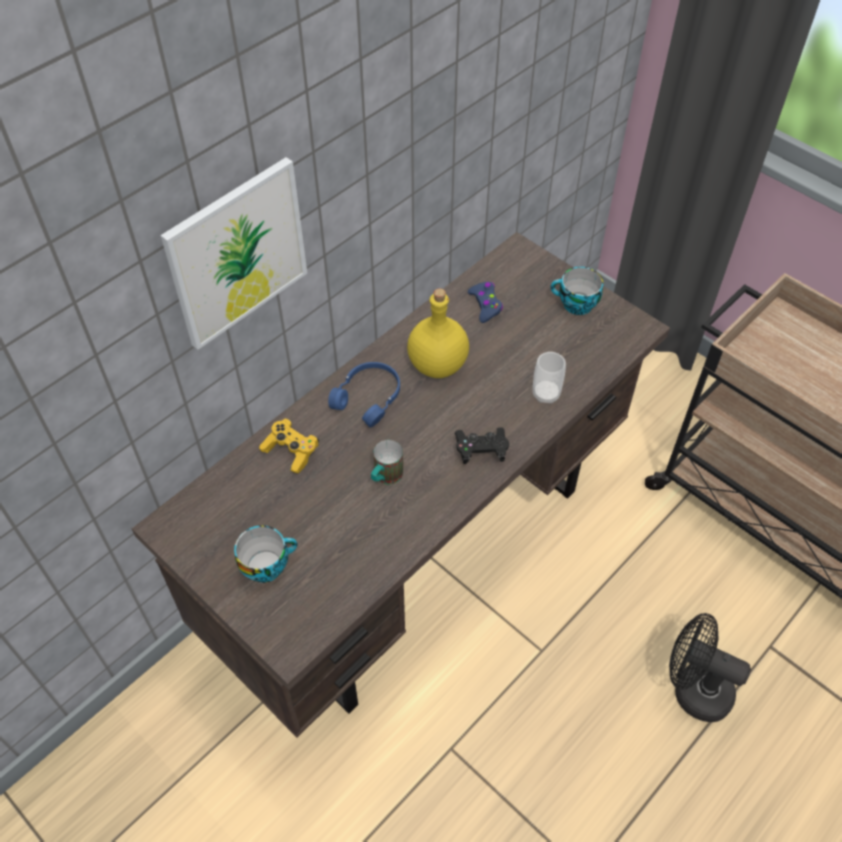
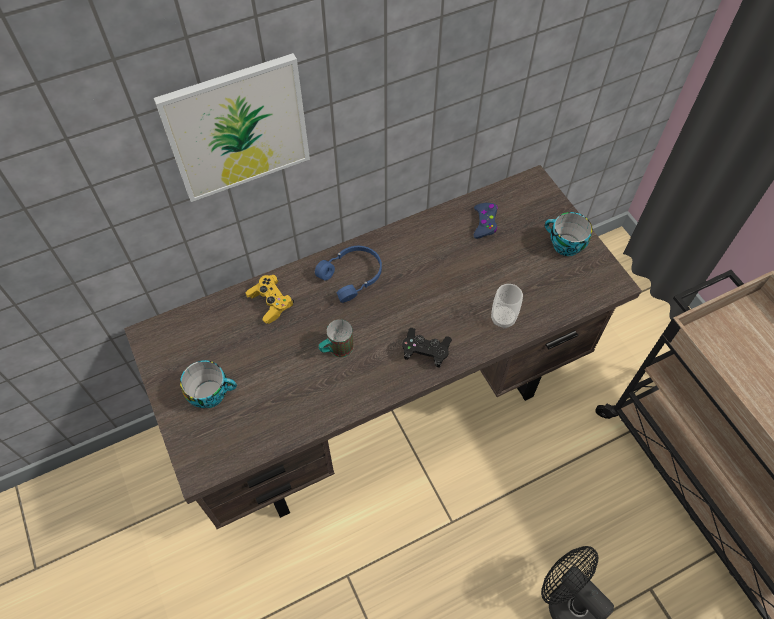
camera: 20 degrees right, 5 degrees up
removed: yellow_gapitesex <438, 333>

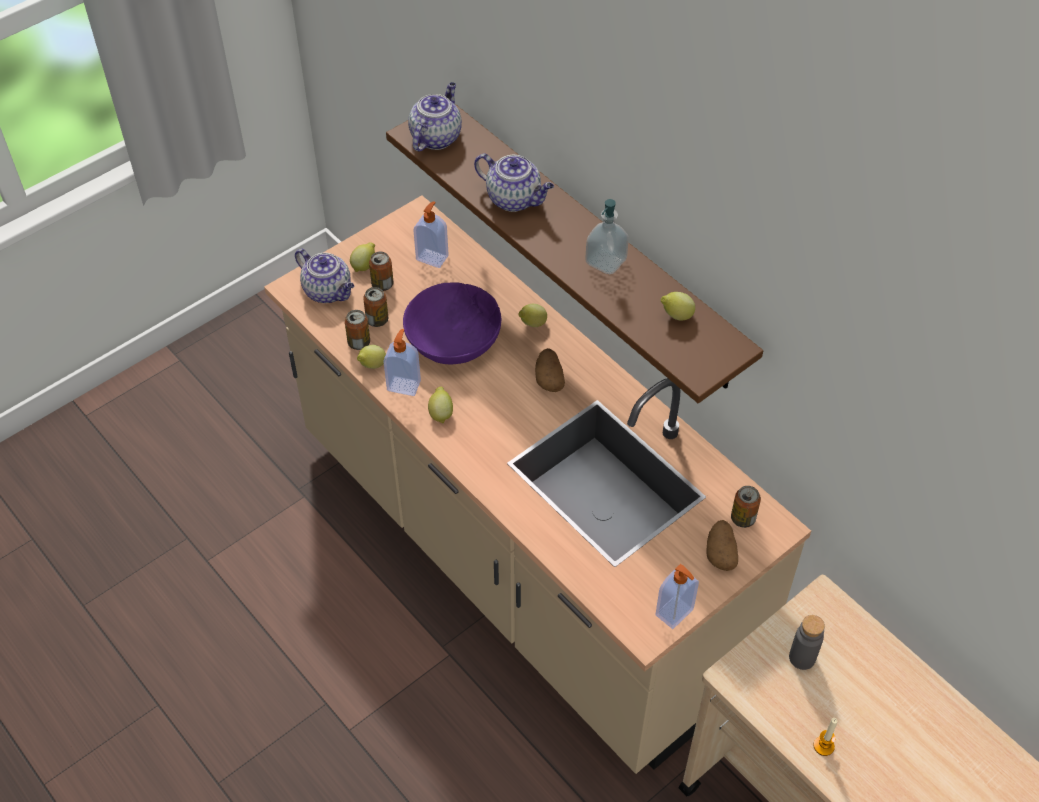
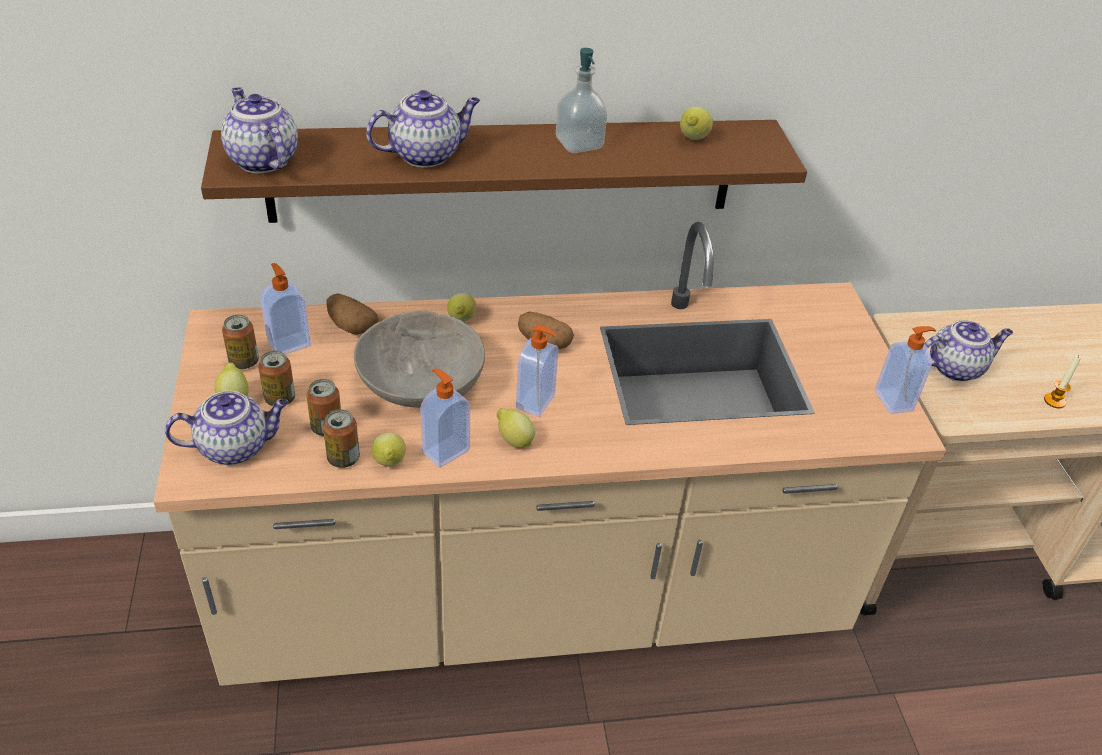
camera: 60 degrees left, 10 degrees down
added: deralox <537, 371>
moved: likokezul <746, 507> to <240, 342>; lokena <722, 545> to <353, 314>
replaced: grey_gapitesex <807, 642> to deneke <968, 351>
recoloured: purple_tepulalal <452, 323> to grey_tepulalal <419, 359>

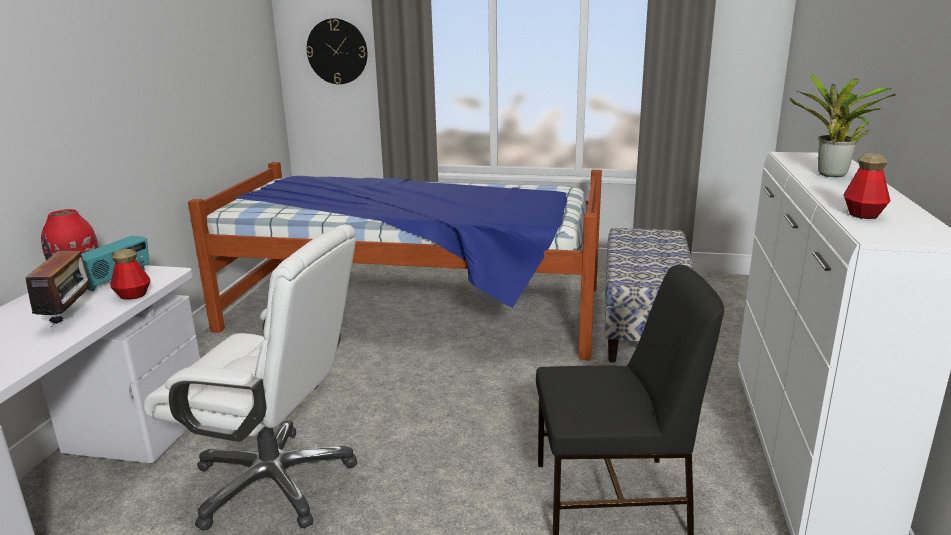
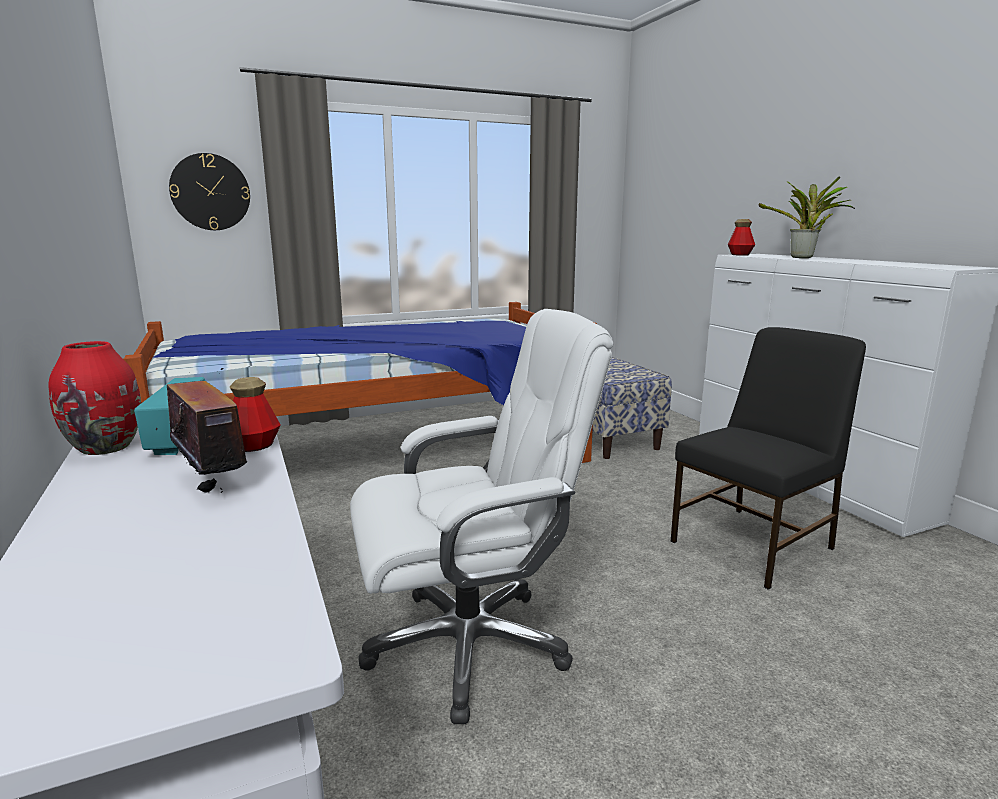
camera: 35 degrees left, 5 degrees down
moved: gapitesex <866, 186> to <741, 237>

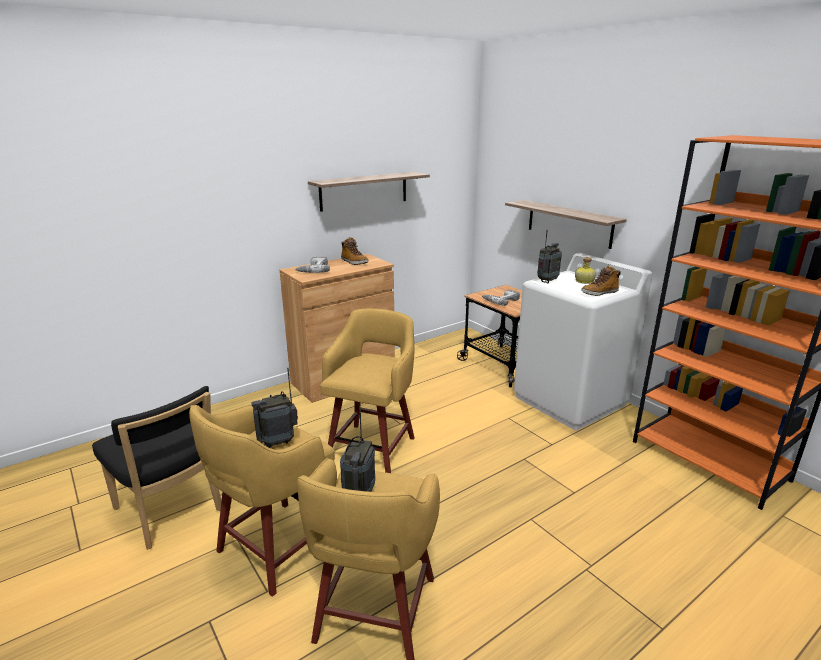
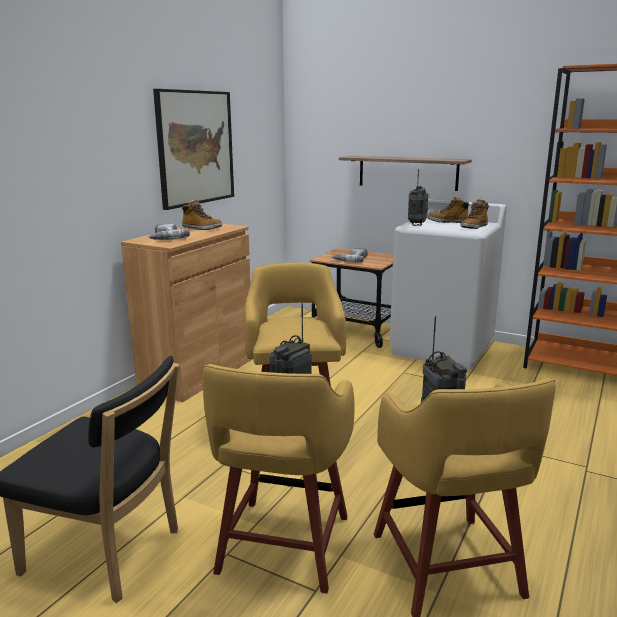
camera: 25 degrees left, 5 degrees down
replaced: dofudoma <369, 192> to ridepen <193, 149>; gapitesex <585, 270> to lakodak <448, 209>

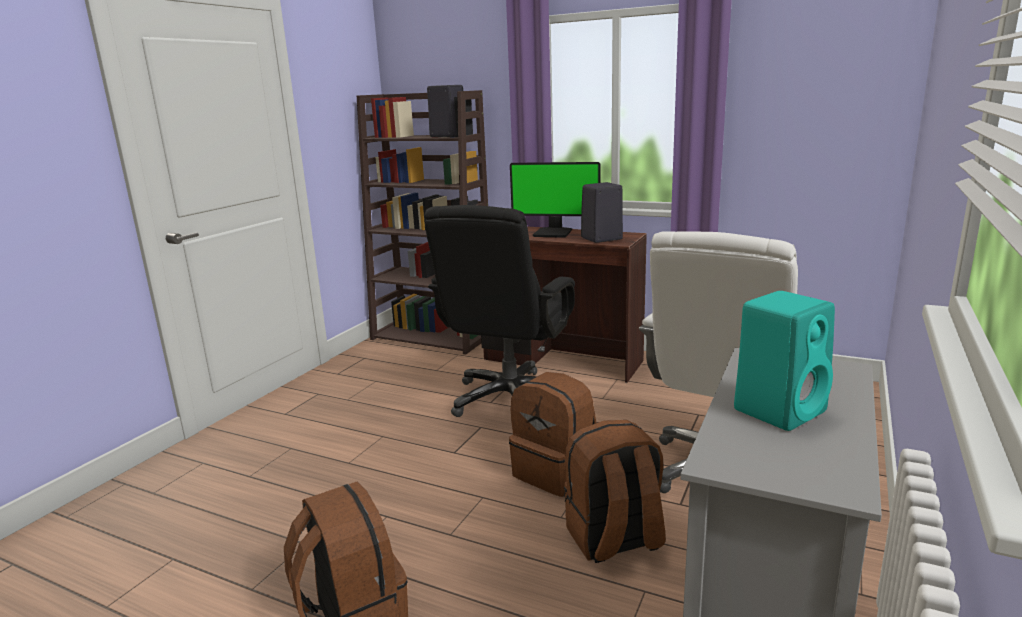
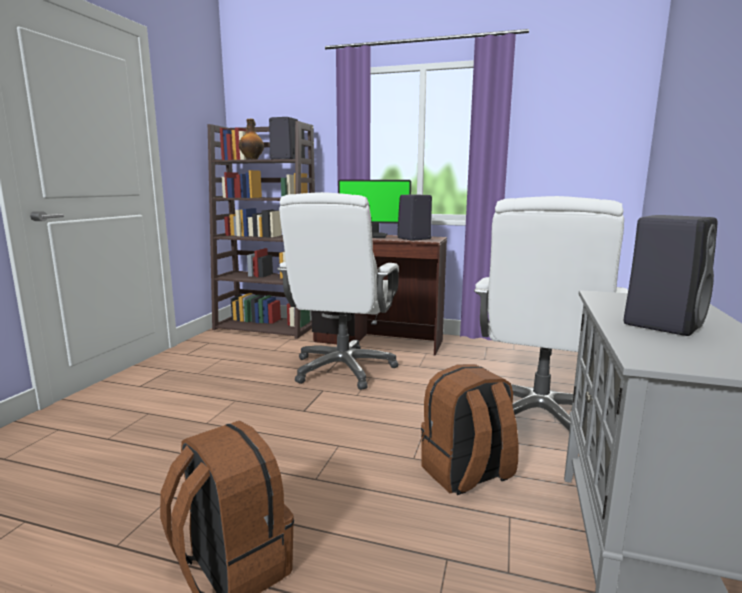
camera: 10 degrees left, 5 degrees down
removed: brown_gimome <553, 434>
added: gapitesex <251, 139>
recoloured: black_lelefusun <499, 311> to white_lelefusun <338, 291>; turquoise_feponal <784, 361> to black_feponal <670, 275>

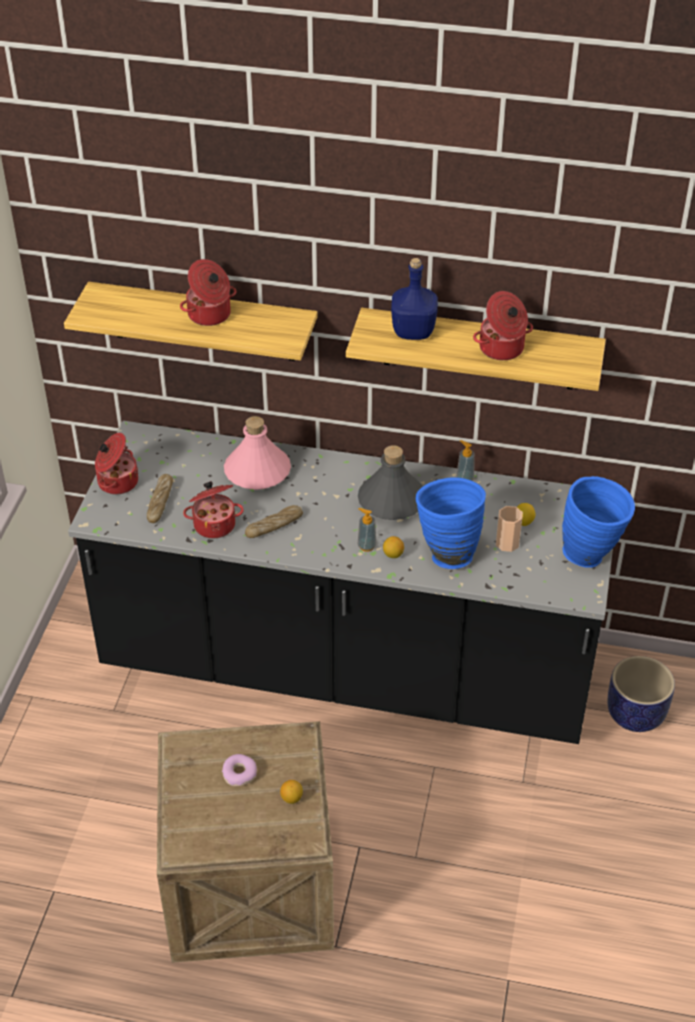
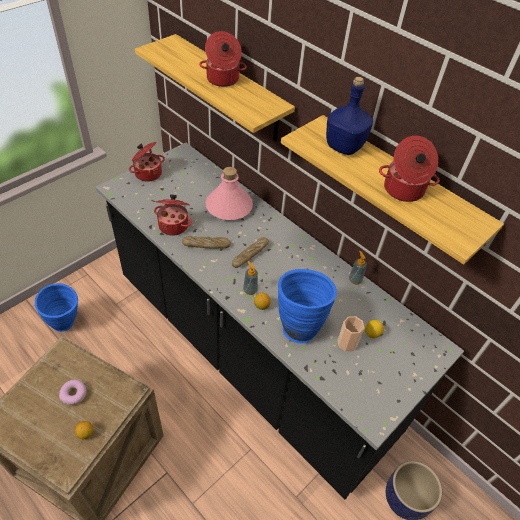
camera: 30 degrees right, 5 degrees up
removed: grey_gapitesex <390, 482>
moved: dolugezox <160, 498> to <250, 252>; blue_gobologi <598, 522> to <56, 307>

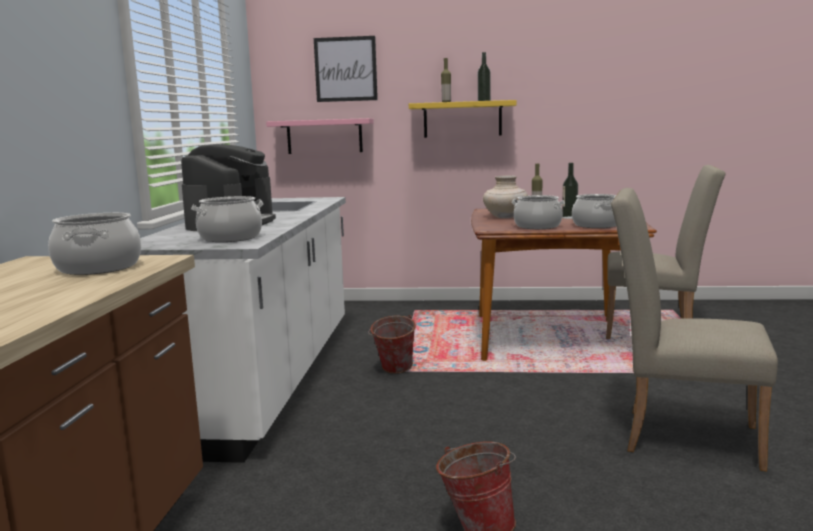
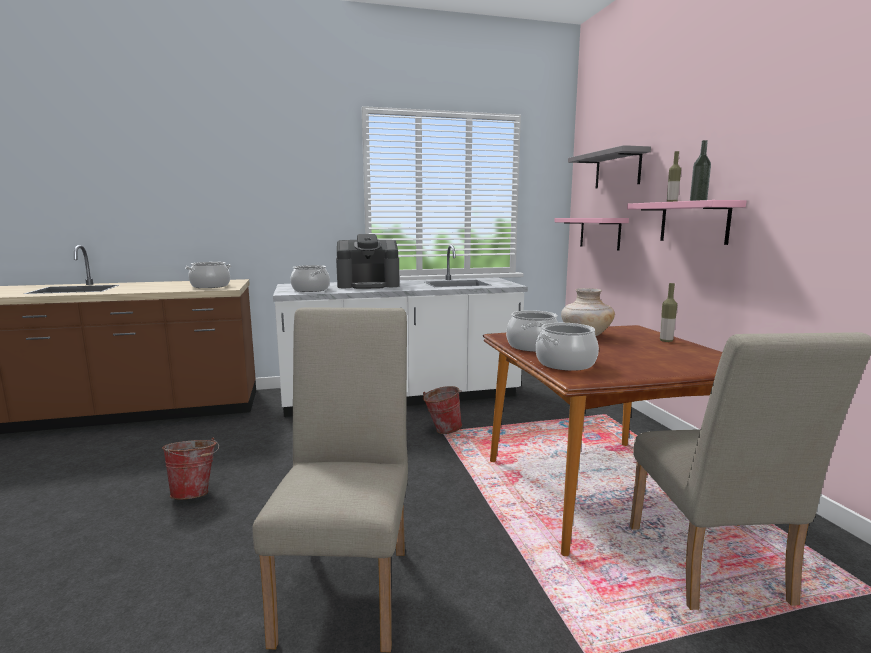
camera: 70 degrees right, 0 degrees up
removed: gapitesex <570, 191>
replaced: ridepen <346, 69> to grey_dofudoma <609, 167>
recoloured: yellow_dofudoma <463, 119> to pink_dofudoma <687, 222>

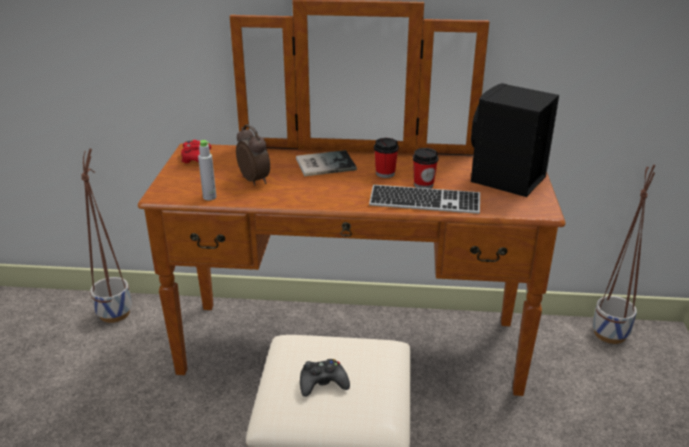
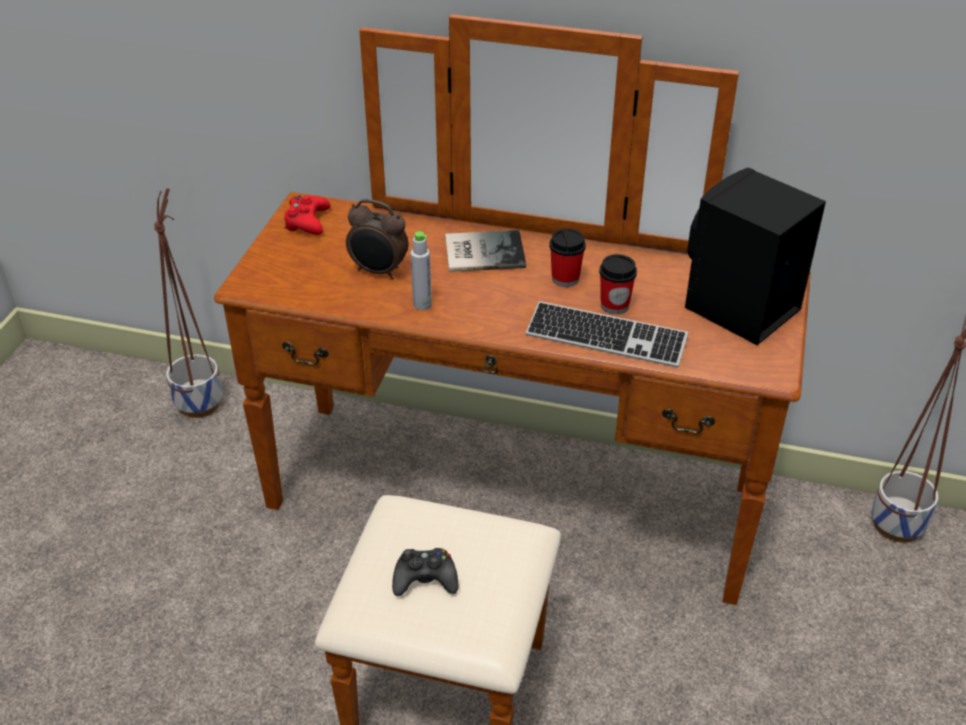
camera: 10 degrees right, 10 degrees up
moved: grey_gapitesex <207, 170> to <421, 270>
turned: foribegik <253, 155> = <377, 239> 135 degrees clockwise

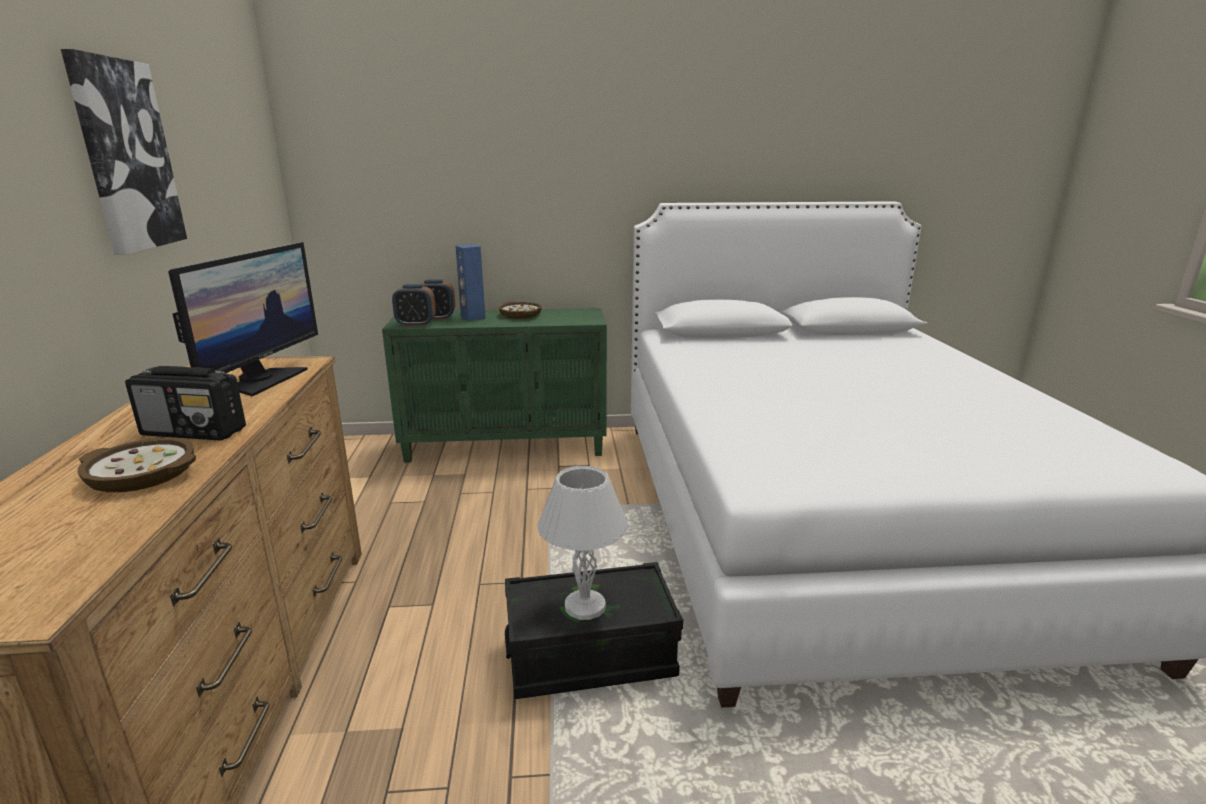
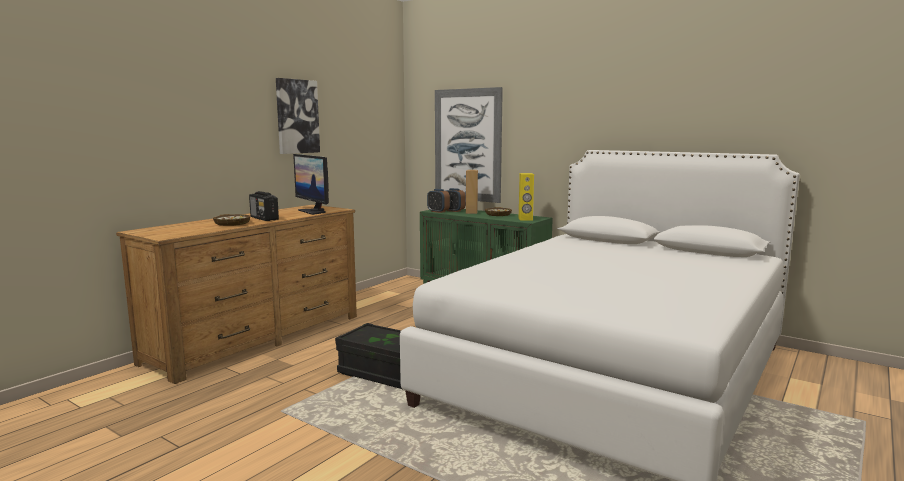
camera: 40 degrees right, 10 degrees down
removed: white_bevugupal <583, 543>
added: ridepen <469, 145>; yellow_feponal <526, 197>
recoloured: blue_feponal <470, 282> to brown_feponal <472, 192>
turned: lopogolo <243, 319> = <311, 184> 90 degrees clockwise

